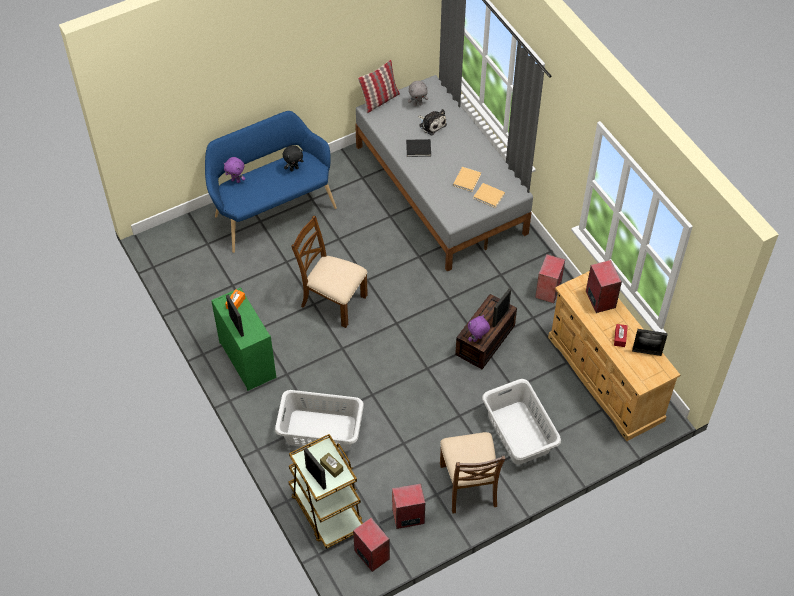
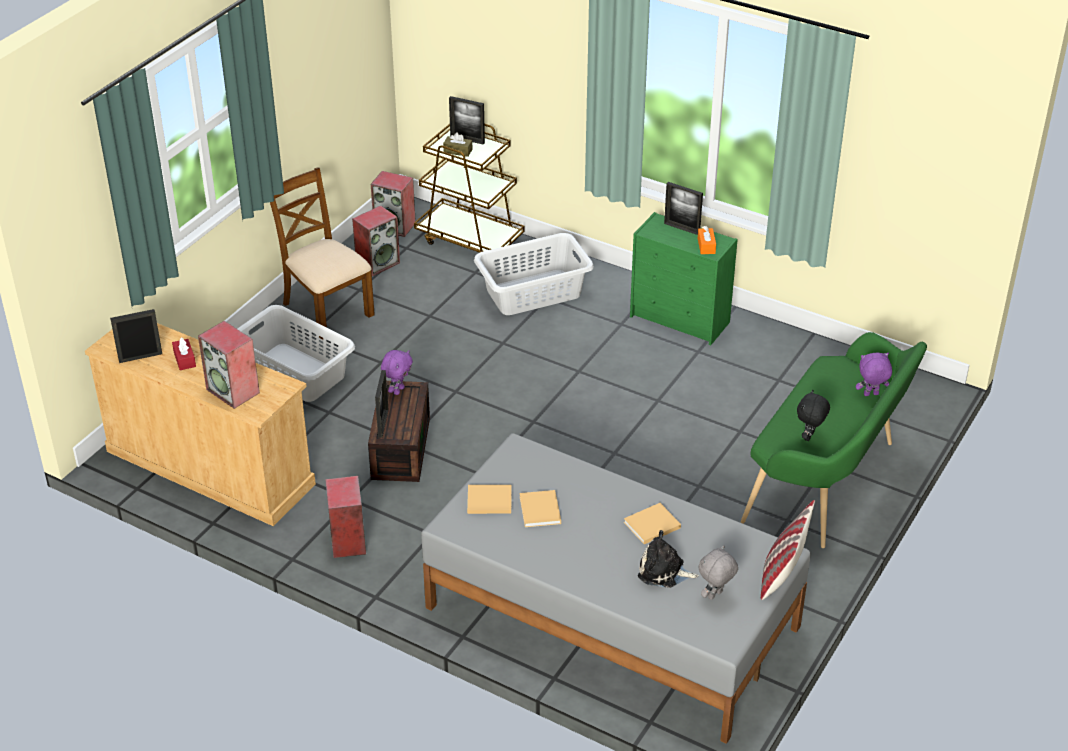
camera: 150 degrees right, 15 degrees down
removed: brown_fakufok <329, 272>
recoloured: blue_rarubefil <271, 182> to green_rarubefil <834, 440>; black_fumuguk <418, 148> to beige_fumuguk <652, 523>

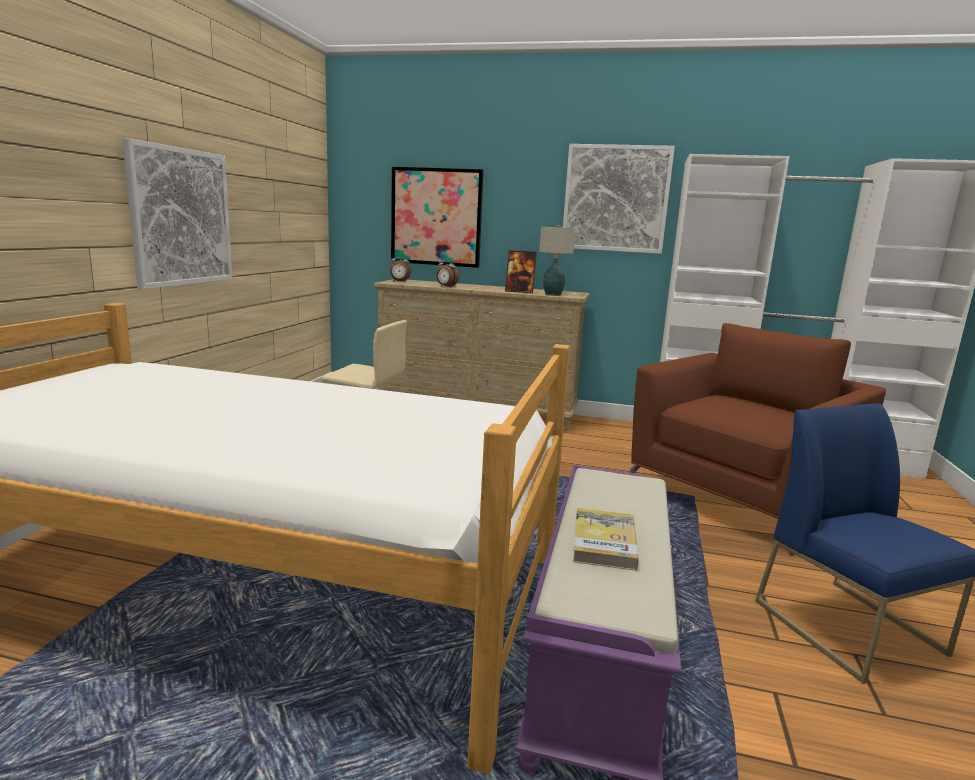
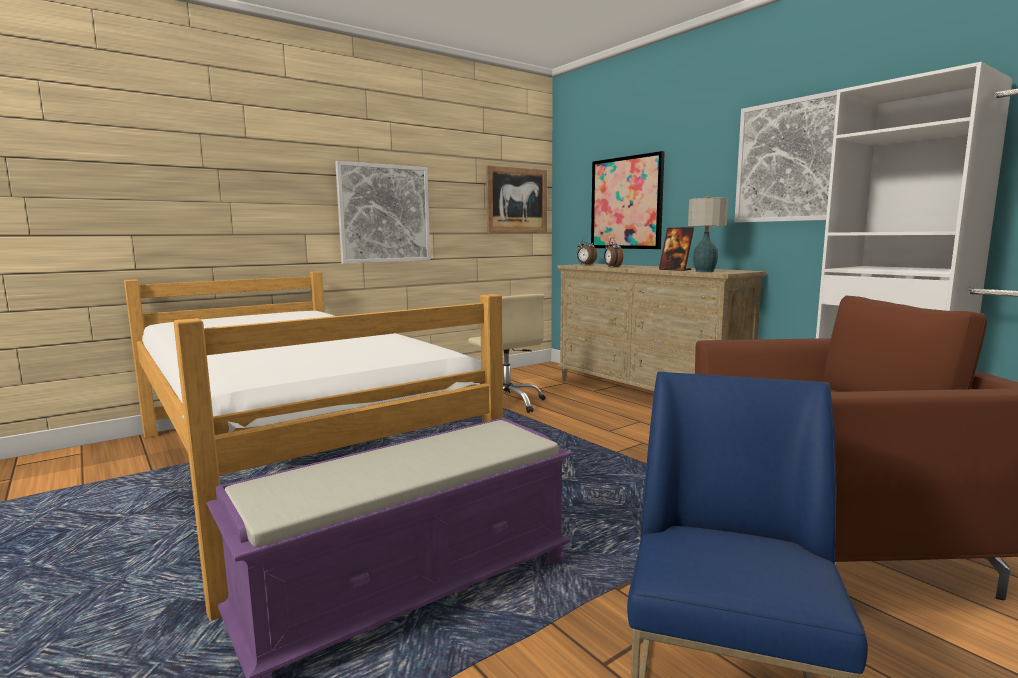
camera: 40 degrees right, 5 degrees down
removed: fumuguk <606, 539>
added: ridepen <516, 199>

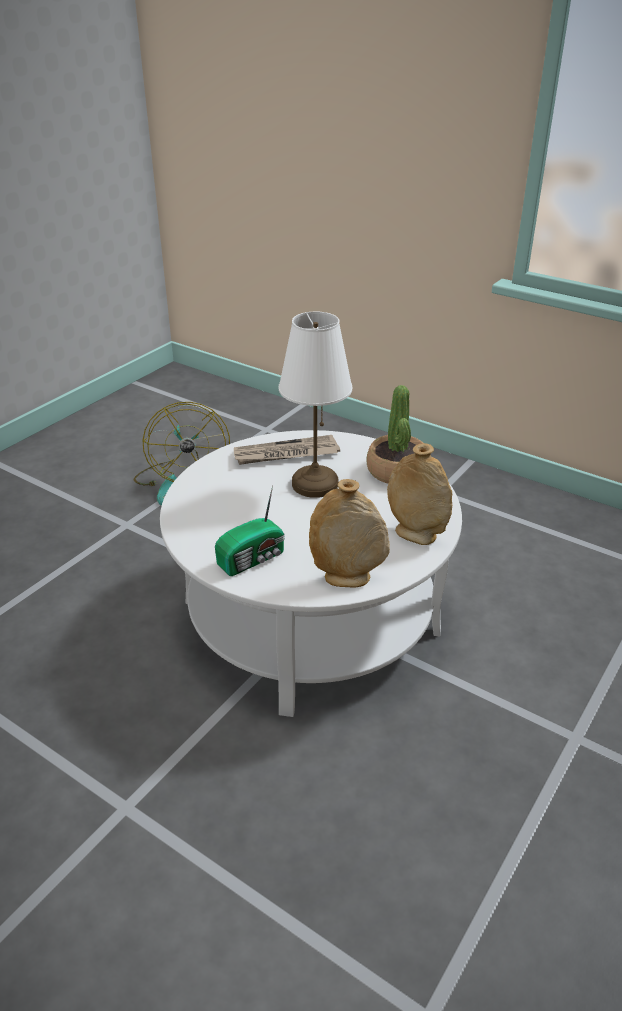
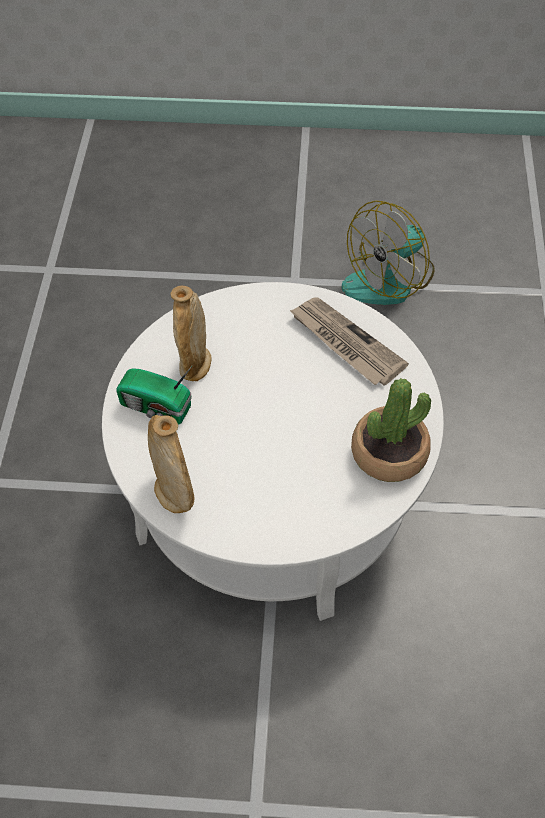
camera: 60 degrees right, 20 degrees up
removed: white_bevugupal <315, 405>
moved: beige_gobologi <419, 494> to <191, 333>

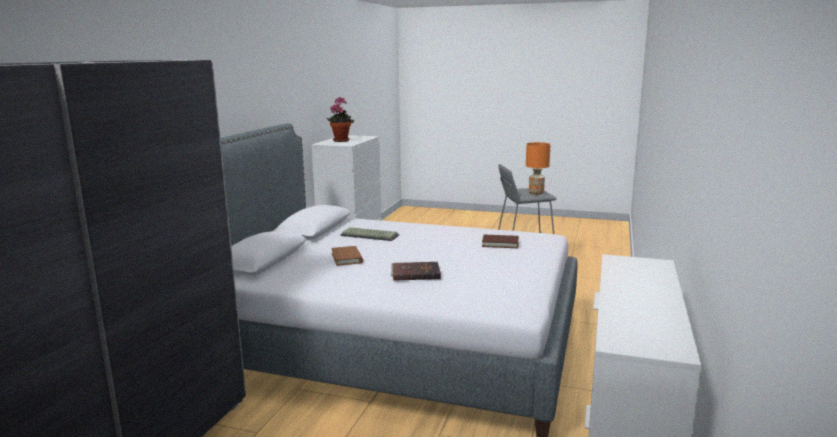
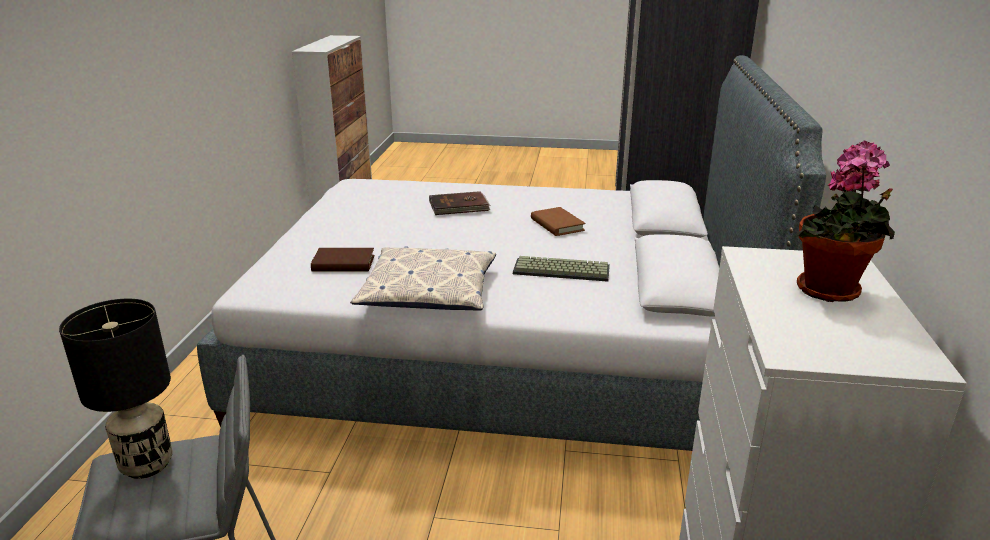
camera: 170 degrees right, 10 degrees up
added: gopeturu <423, 278>
recoloured: orange_bevugupal <538, 168> to black_bevugupal <116, 389>

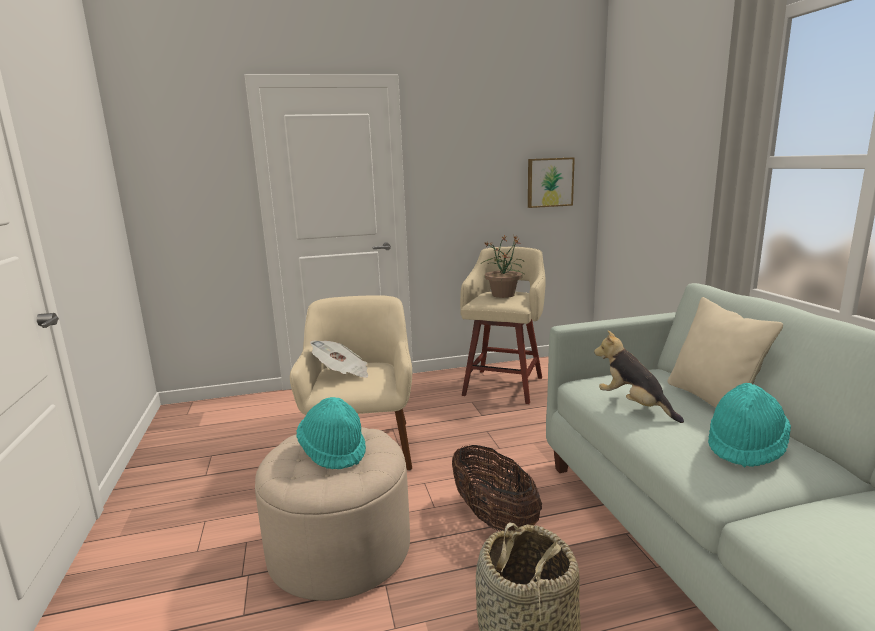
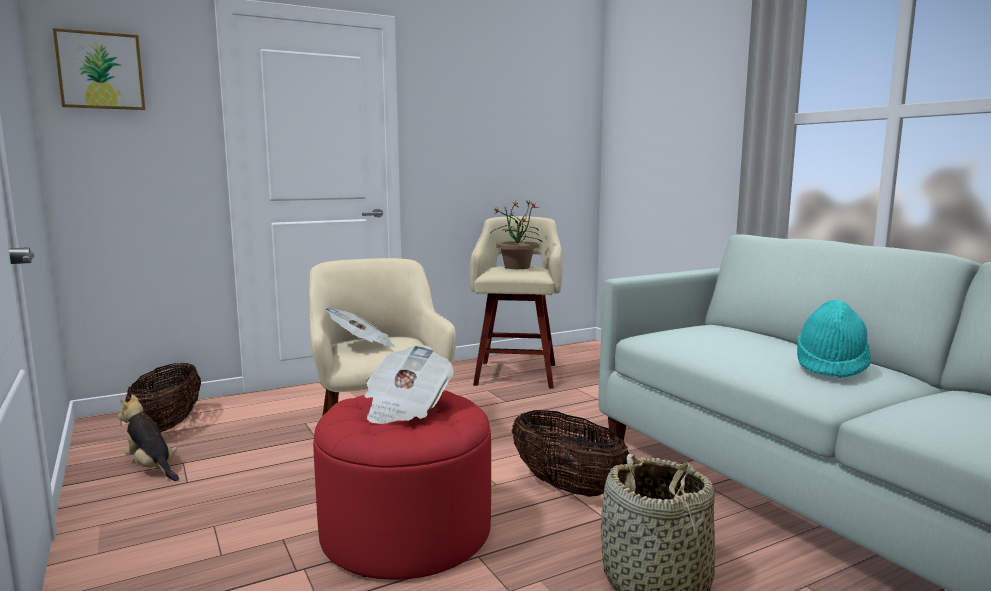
camera: 15 degrees left, 5 degrees down
removed: beige_gopeturu <725, 352>
added: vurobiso <163, 398>
moved: ridepen <551, 182> to <99, 69>; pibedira <639, 376> to <148, 438>
replaced: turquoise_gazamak <331, 433> to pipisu <409, 384>
recoloured: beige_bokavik <332, 514> to red_bokavik <402, 485>

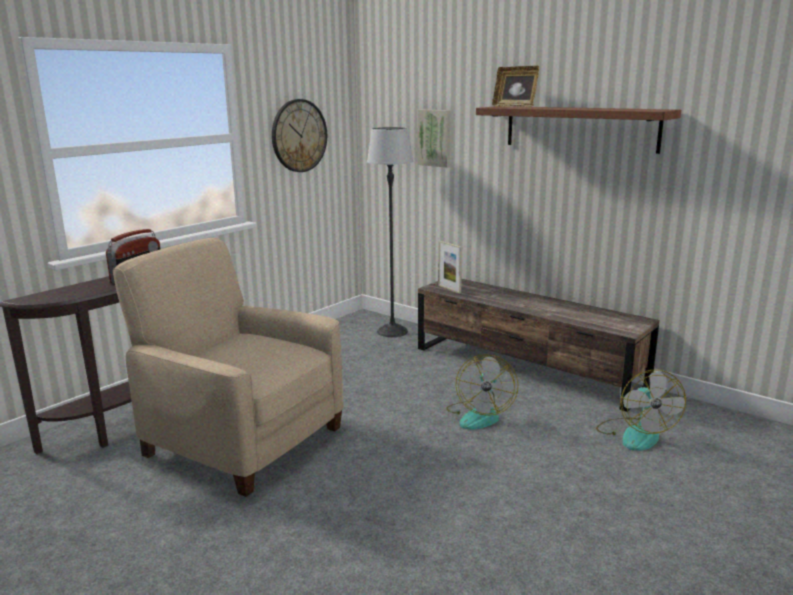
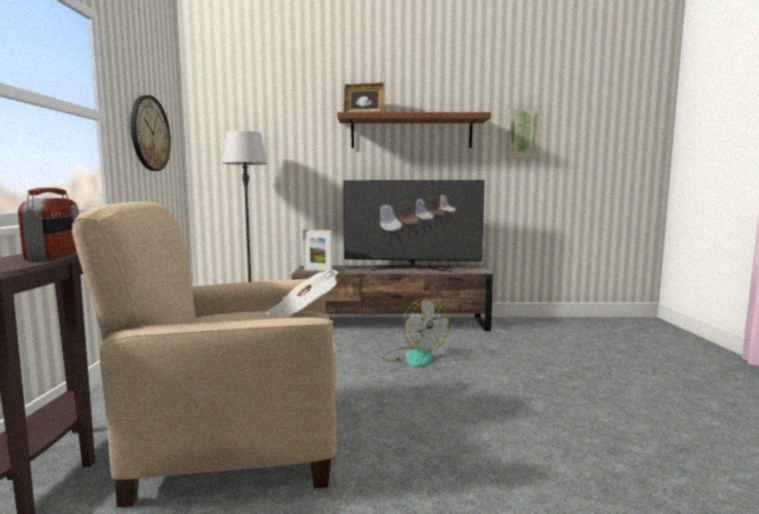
camera: 40 degrees left, 10 degrees down
removed: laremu <641, 410>
added: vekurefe <414, 226>; pipisu <301, 294>
moved: ridepen <434, 139> to <524, 133>

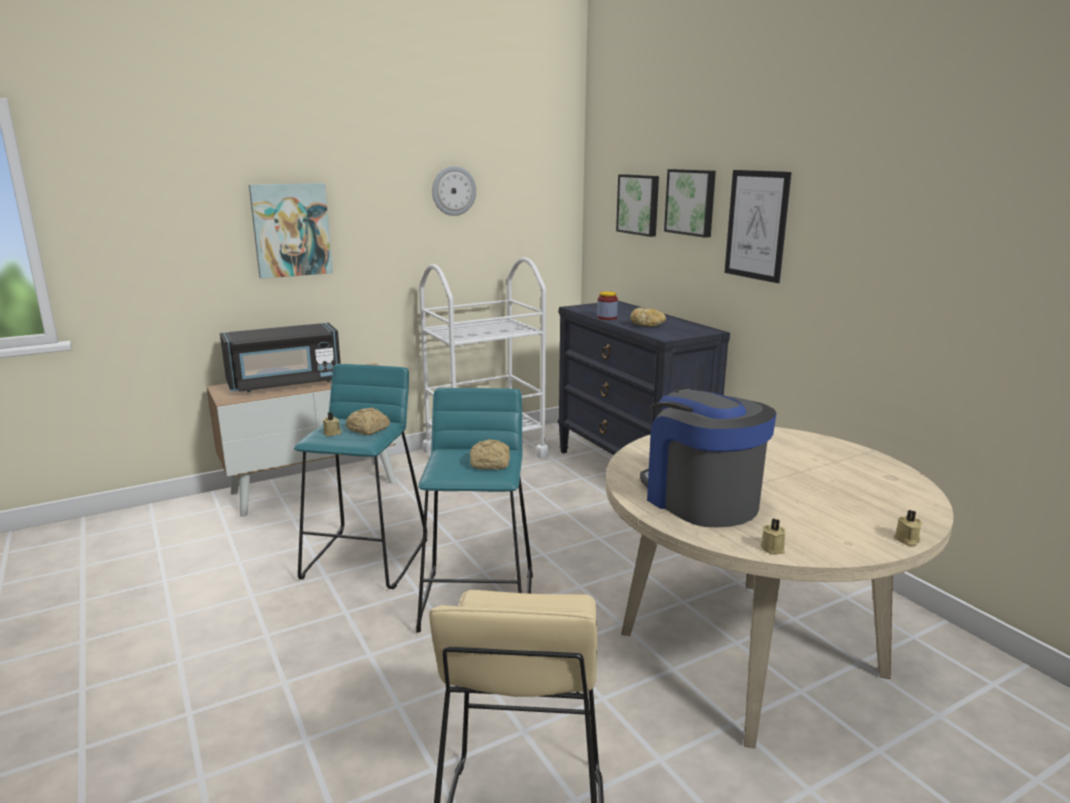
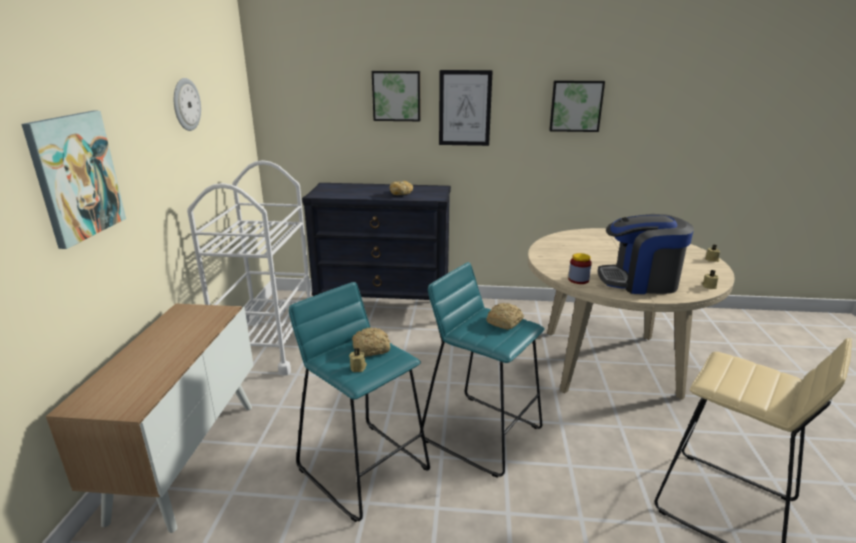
camera: 55 degrees left, 5 degrees up
removed: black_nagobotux <280, 357>
moved: ridepen <637, 205> to <577, 106>; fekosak <607, 305> to <580, 268>

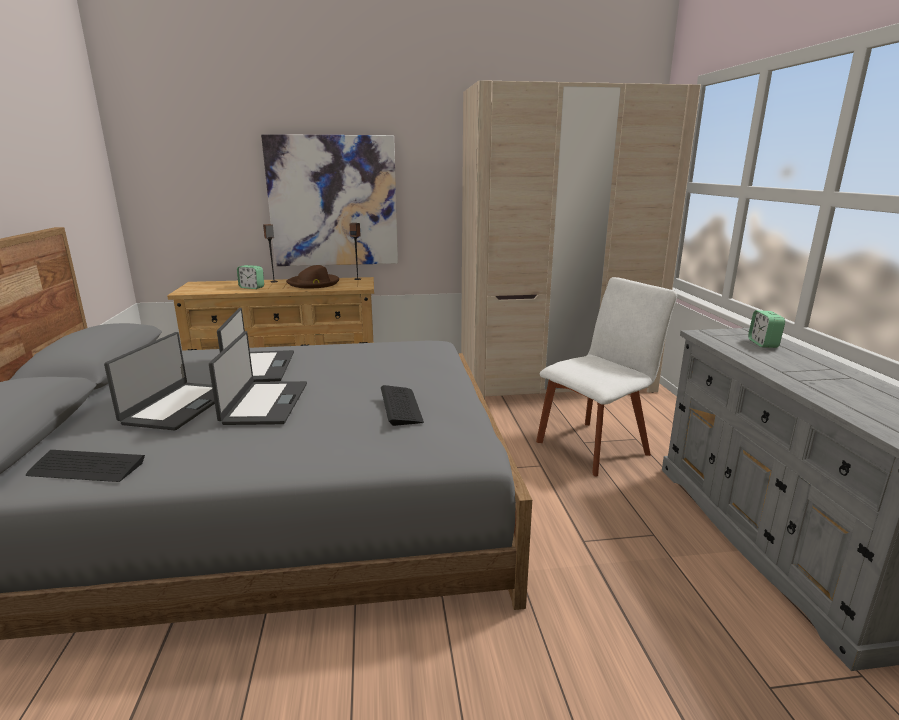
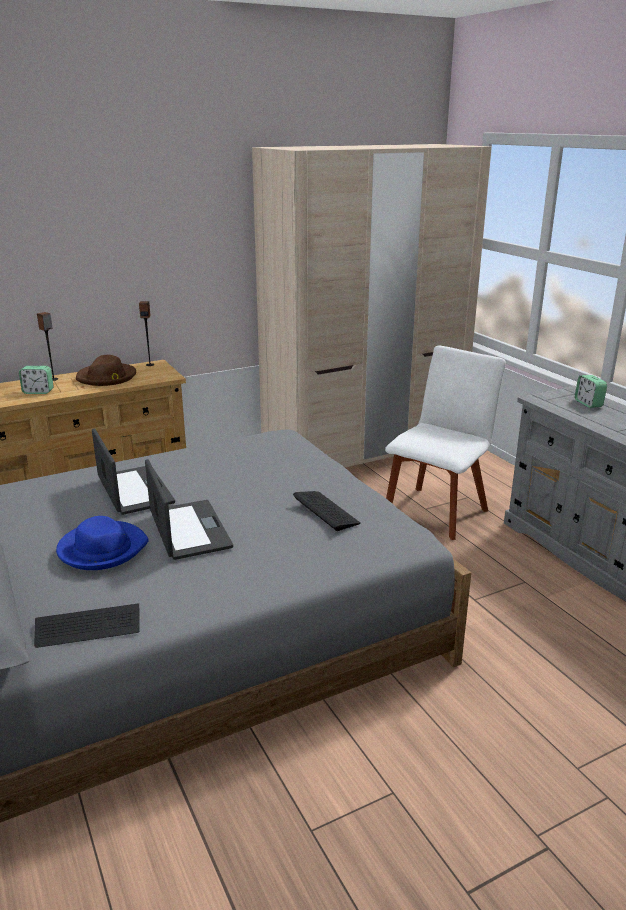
camera: 20 degrees left, 5 degrees up
removed: ridepen <329, 200>
replaced: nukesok <159, 381> to blue_gazamak <102, 543>

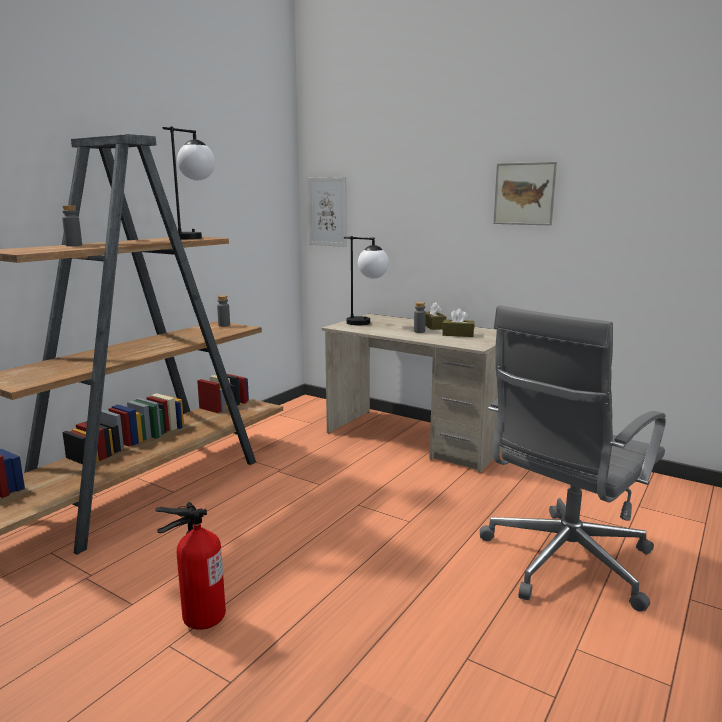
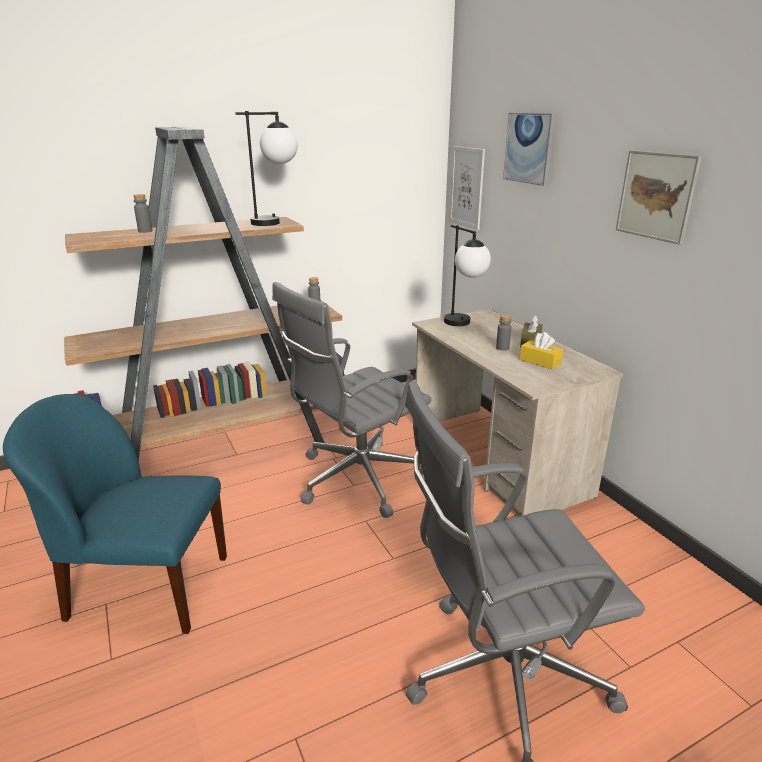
camera: 30 degrees right, 10 degrees up
added: ridepen <529, 149>; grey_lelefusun <352, 400>
replaced: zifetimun <190, 566> to blue_fakufok <115, 514>
recoloured: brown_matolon <458, 323> to yellow_matolon <541, 350>

